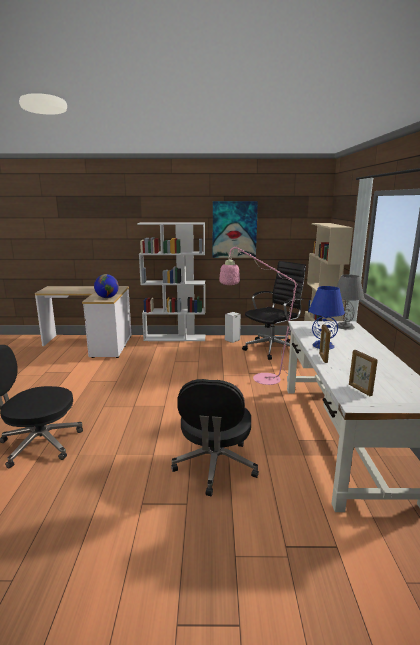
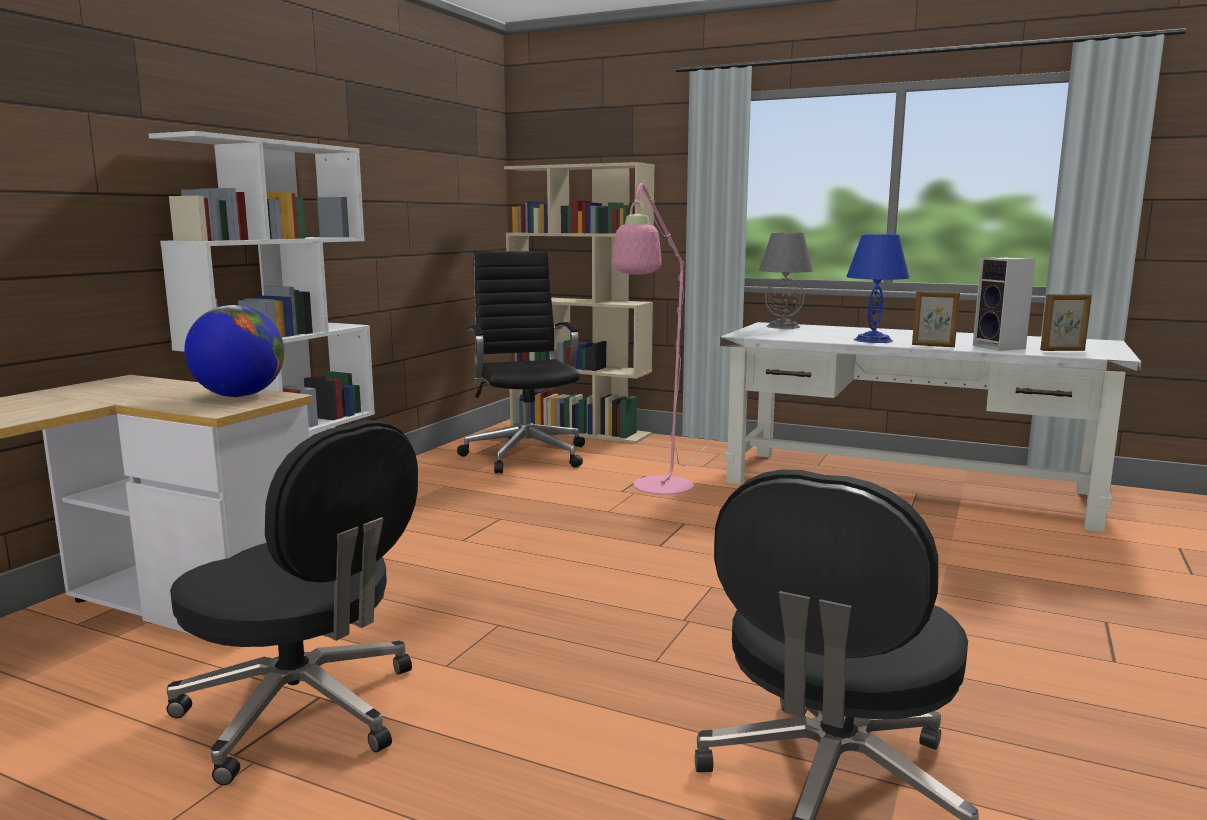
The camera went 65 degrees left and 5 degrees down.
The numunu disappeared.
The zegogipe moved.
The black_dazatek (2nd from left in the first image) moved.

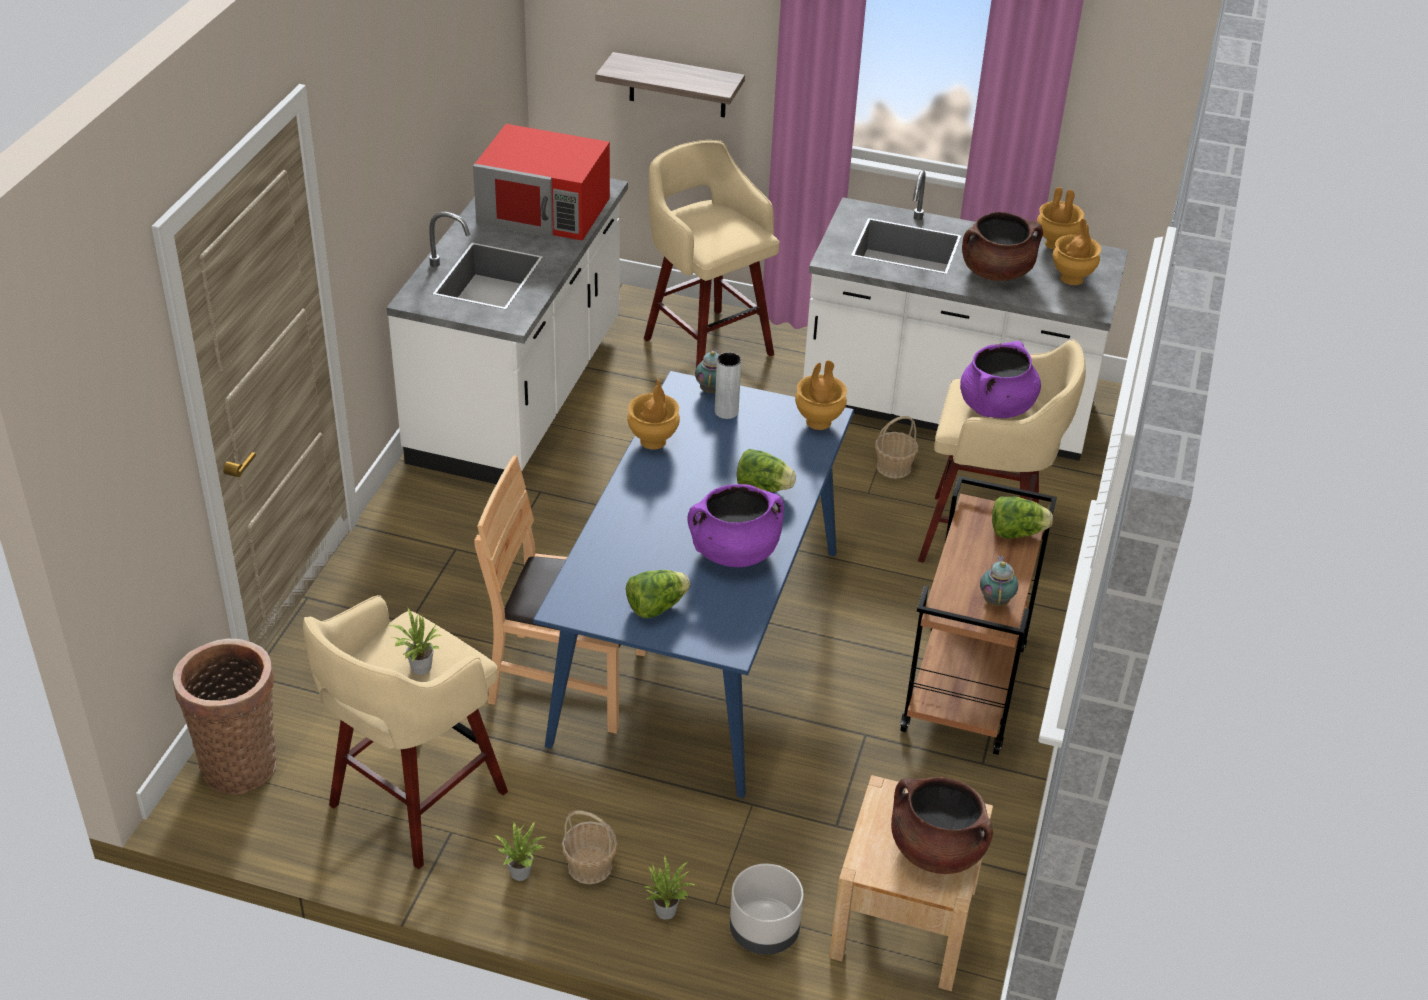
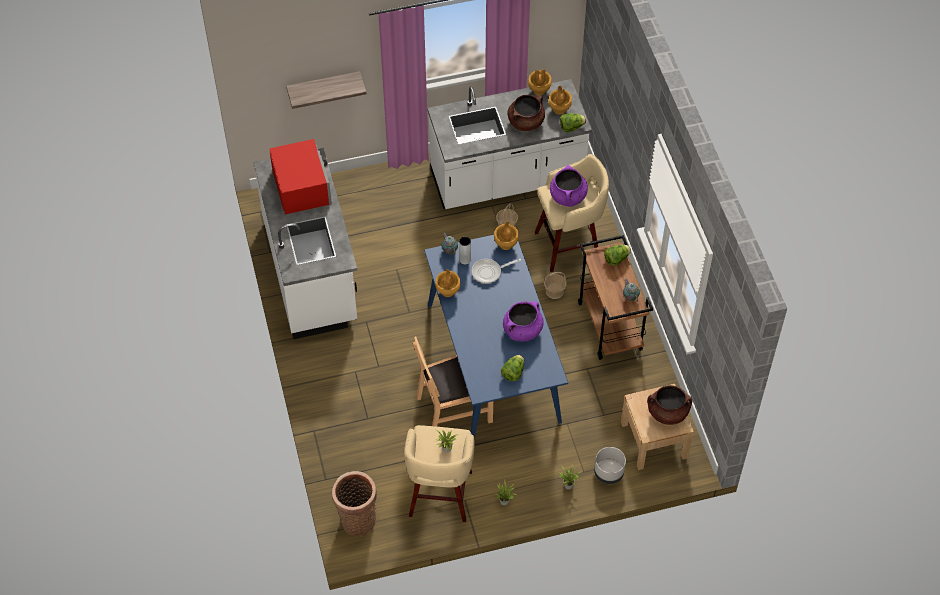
The camera went 30 degrees left and 15 degrees up.
The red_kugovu turned 90 degrees counterclockwise.
The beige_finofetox (2nd from left) disappeared.
The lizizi (2nd from left) moved.
The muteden (2nd from left in the first image) moved.
The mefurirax appeared.

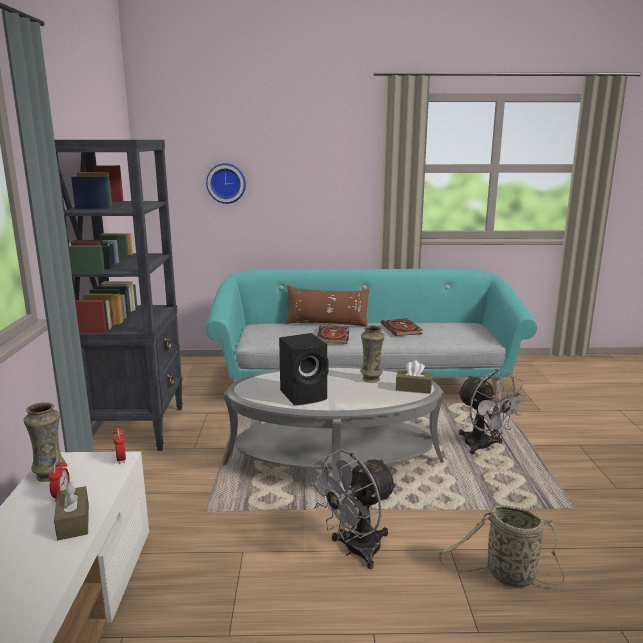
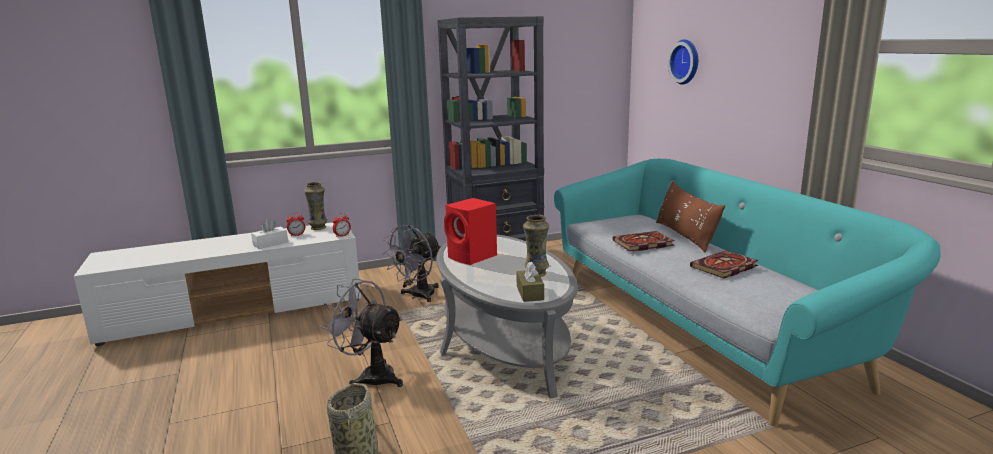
The camera went 70 degrees right and 0 degrees up.
The black_zegogipe became the red_zegogipe.
The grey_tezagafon (2nd from left) moved.
The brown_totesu (1st from left) became the white_totesu.

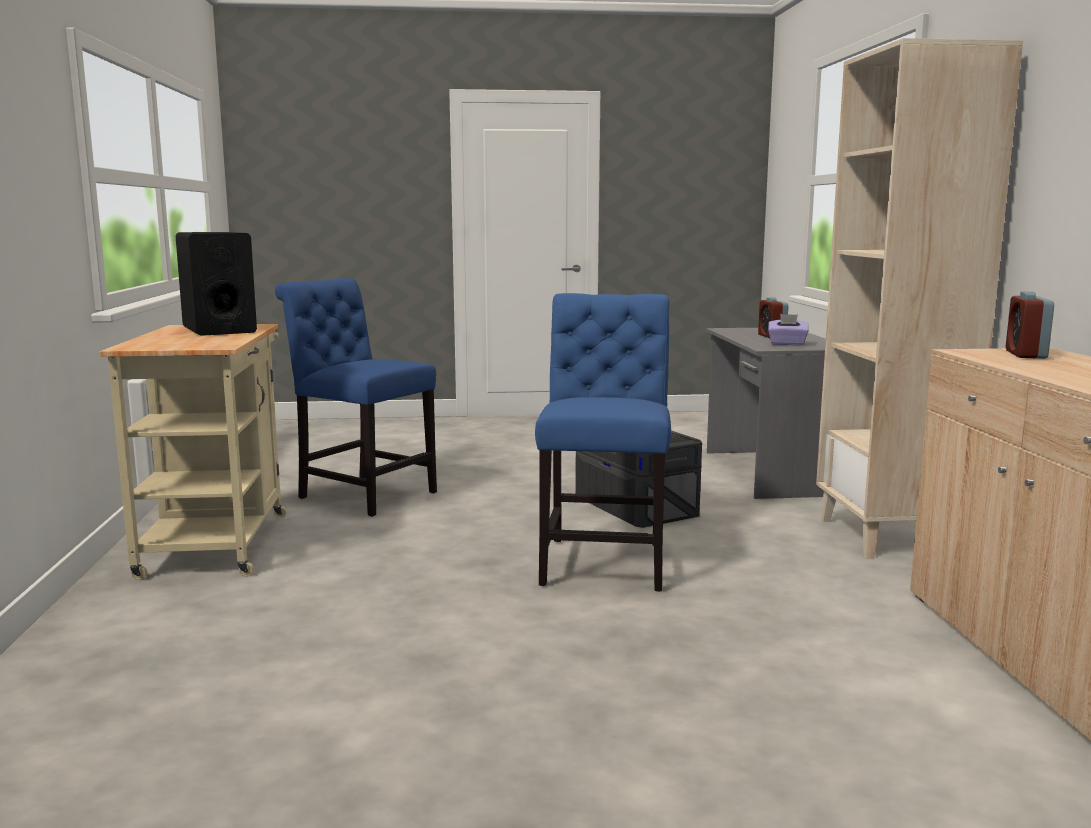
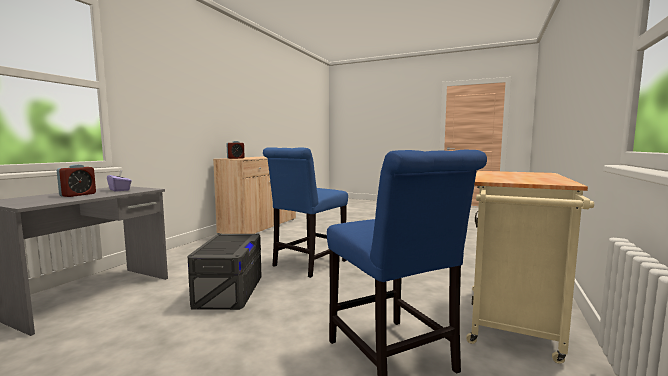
The camera went 150 degrees left and 5 degrees down.
The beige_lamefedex disappeared.
The black_zegogipe disappeared.

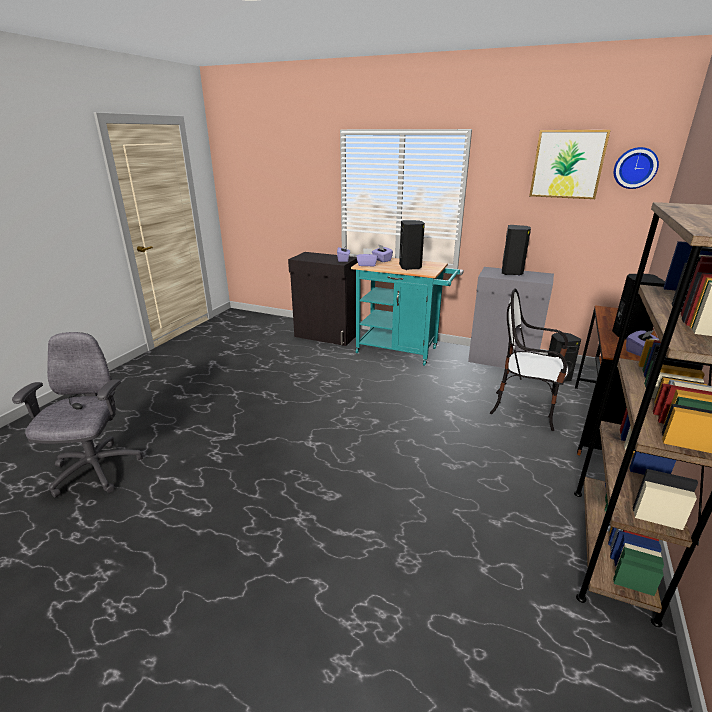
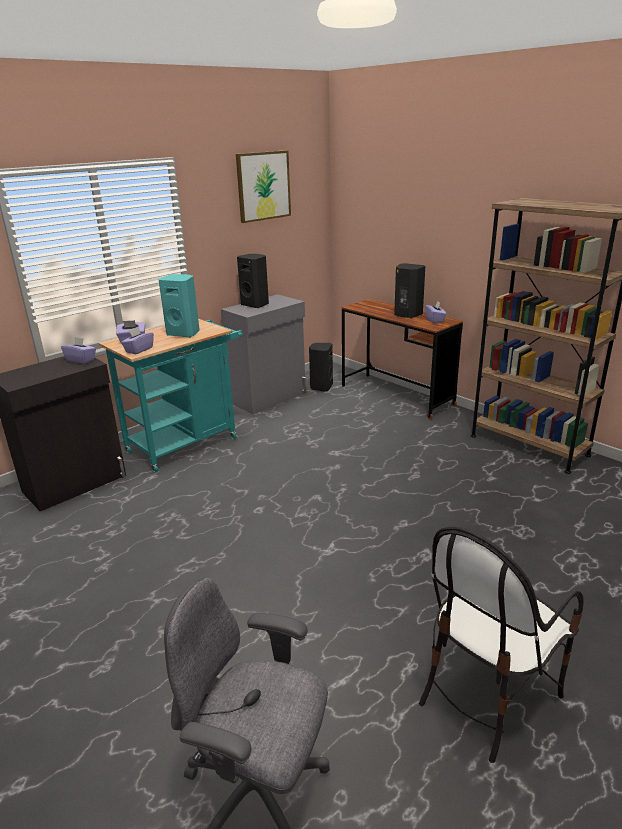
The camera went 65 degrees left and 0 degrees up.
The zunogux disappeared.
The black_zegogipe (1st from left) became the turquoise_zegogipe.
The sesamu moved.

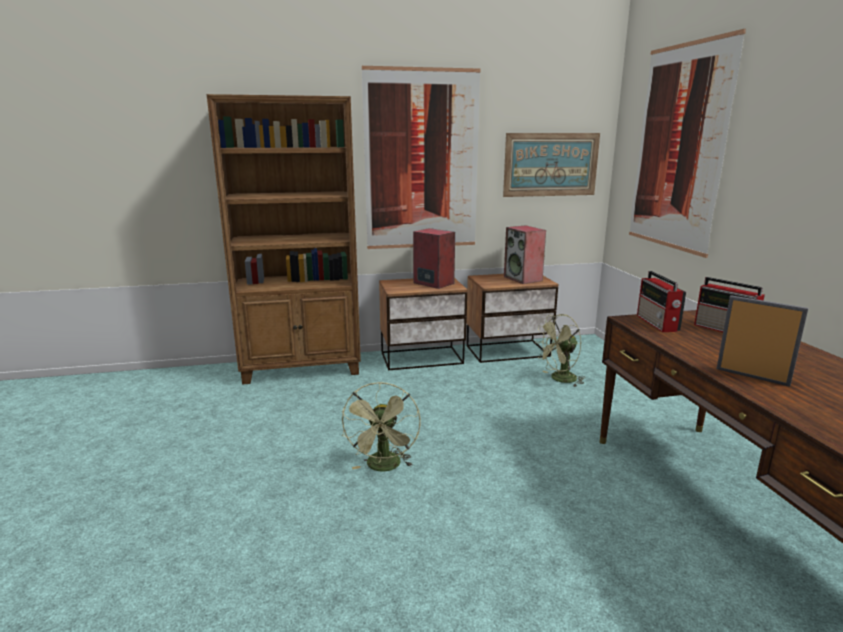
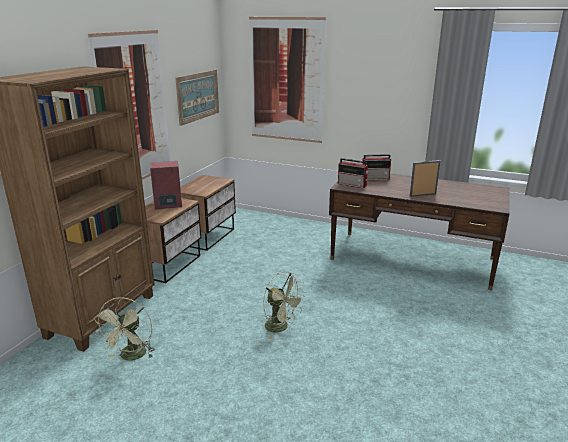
The camera went 55 degrees left and 5 degrees up.
The zegogipe (2nd from left) disappeared.
The green_tezagafon (2nd from left in the first image) moved.

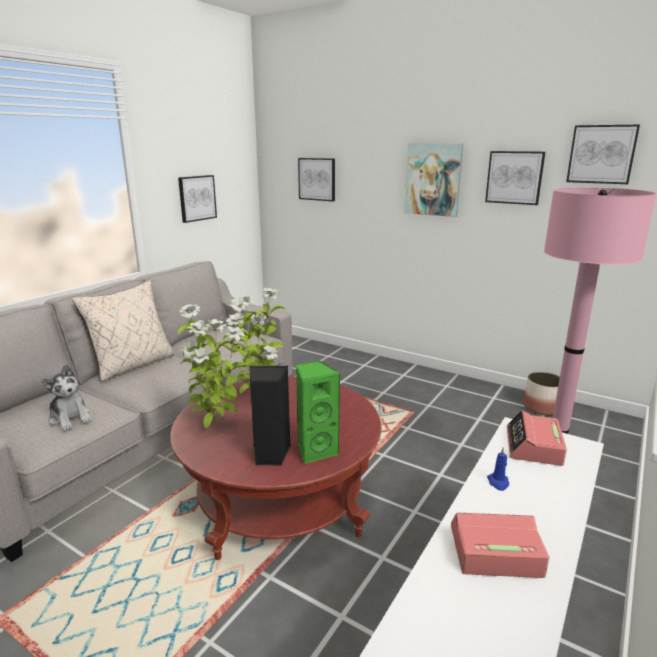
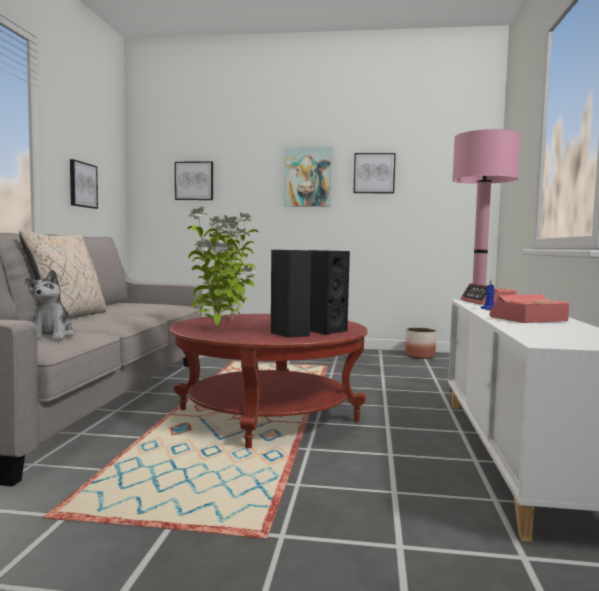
The camera went 25 degrees left and 15 degrees down.
The numunu (5th from left) disappeared.
The green_zegogipe became the black_zegogipe (2nd from left).
The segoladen turned 60 degrees clockwise.

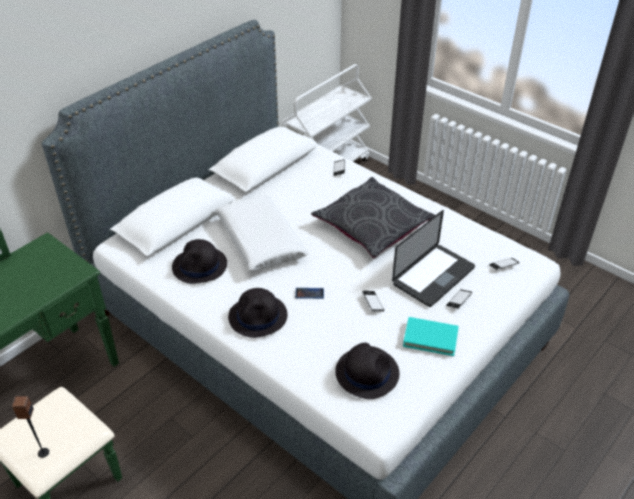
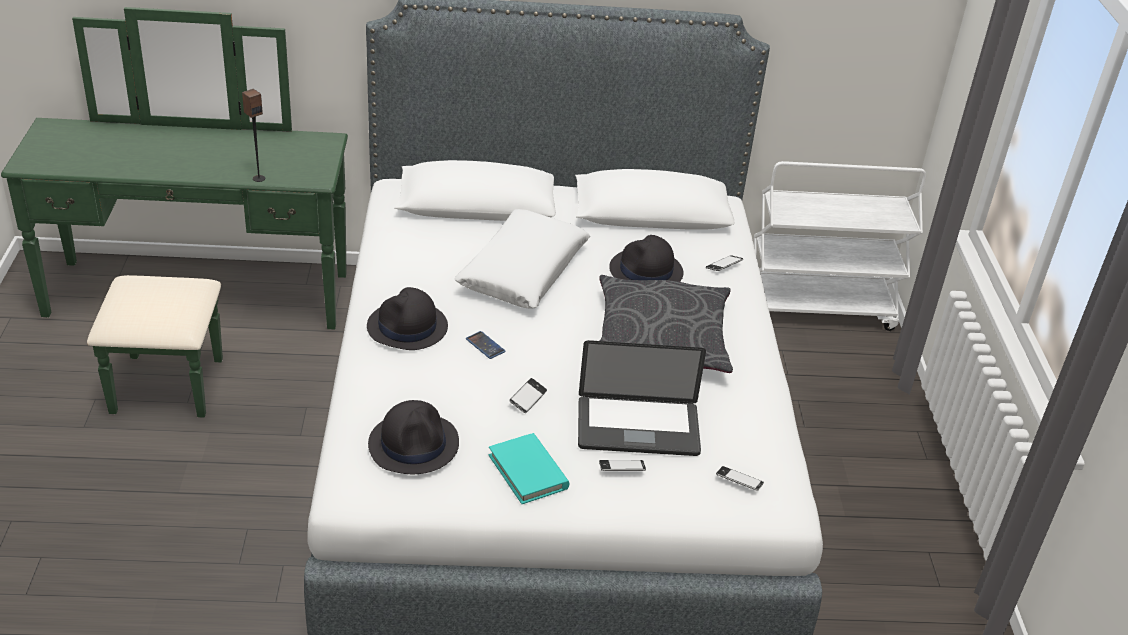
The camera went 45 degrees right and 5 degrees down.
The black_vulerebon (1st from left in the first image) moved.
The zegogipe moved.

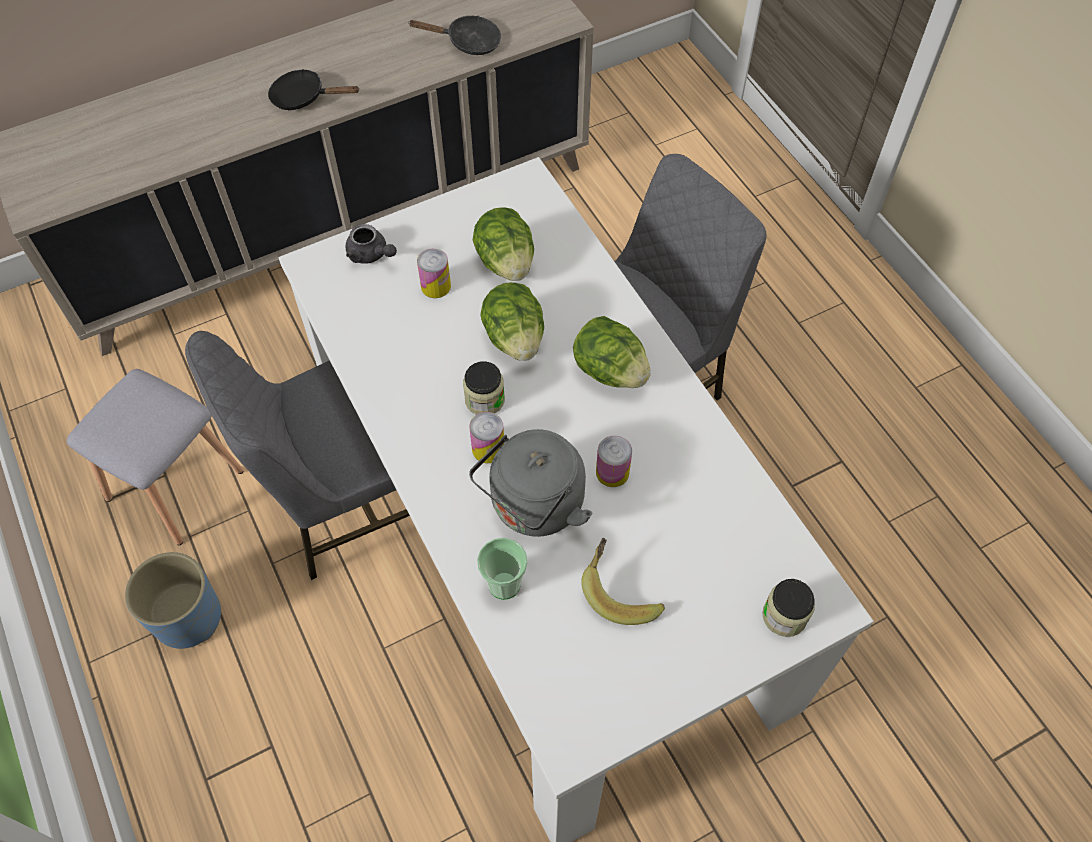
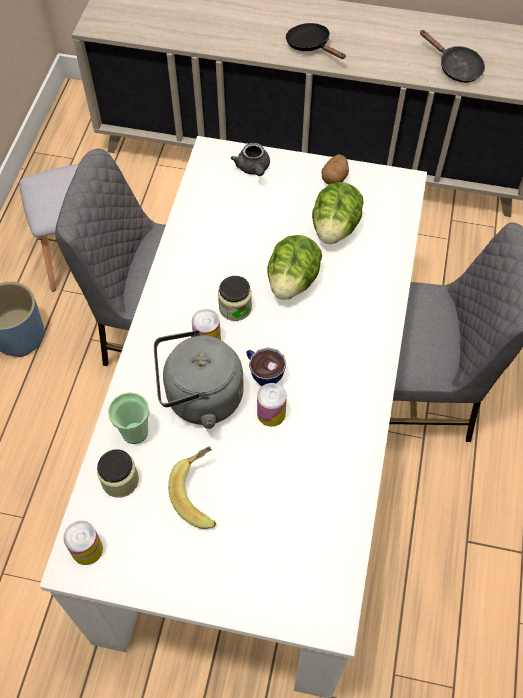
The camera went 40 degrees right and 0 degrees up.
The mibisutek (1st from left) moved.
The lizizi (3rd from left) disappeared.
The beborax (2nd from left in the first image) moved.
The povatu appeared.
The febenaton (2nd from left) appeared.

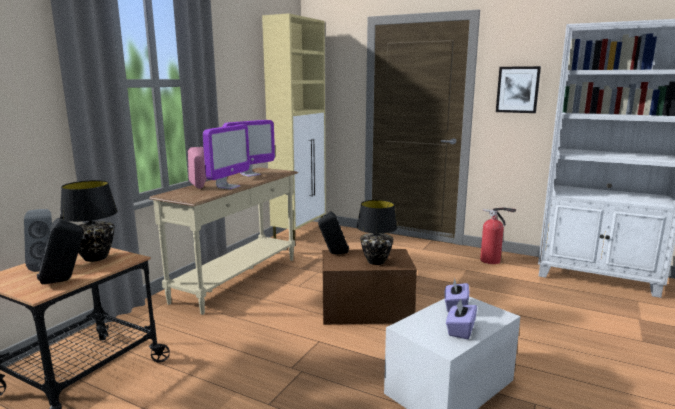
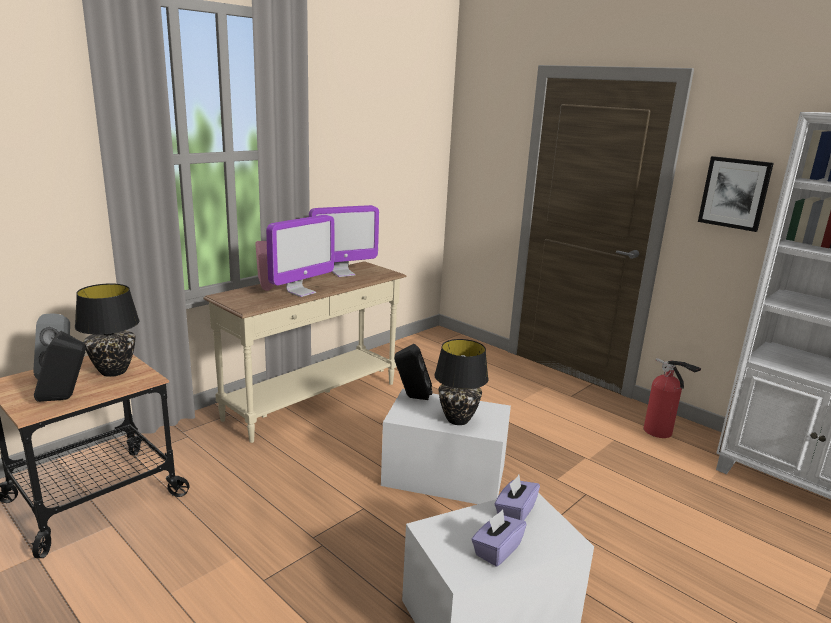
The camera went 15 degrees right and 5 degrees up.
The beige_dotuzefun disappeared.
The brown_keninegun became the white_keninegun (1st from left).

